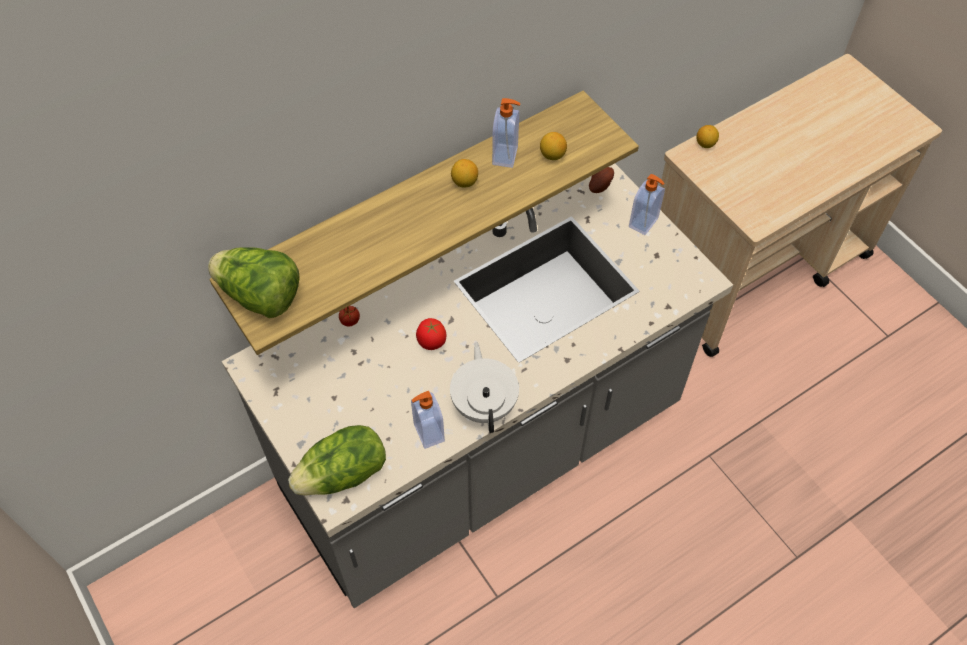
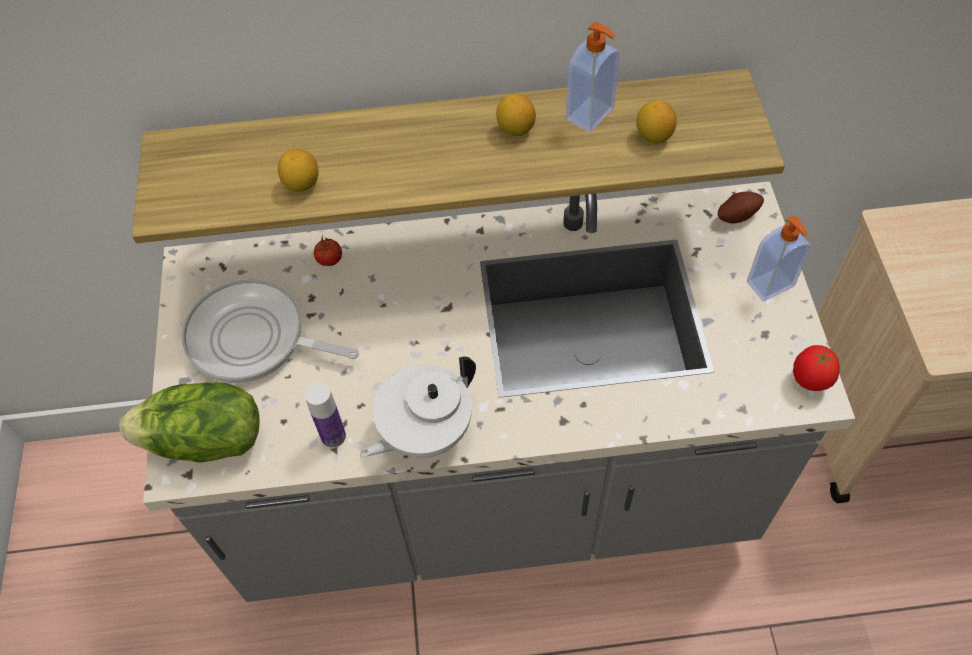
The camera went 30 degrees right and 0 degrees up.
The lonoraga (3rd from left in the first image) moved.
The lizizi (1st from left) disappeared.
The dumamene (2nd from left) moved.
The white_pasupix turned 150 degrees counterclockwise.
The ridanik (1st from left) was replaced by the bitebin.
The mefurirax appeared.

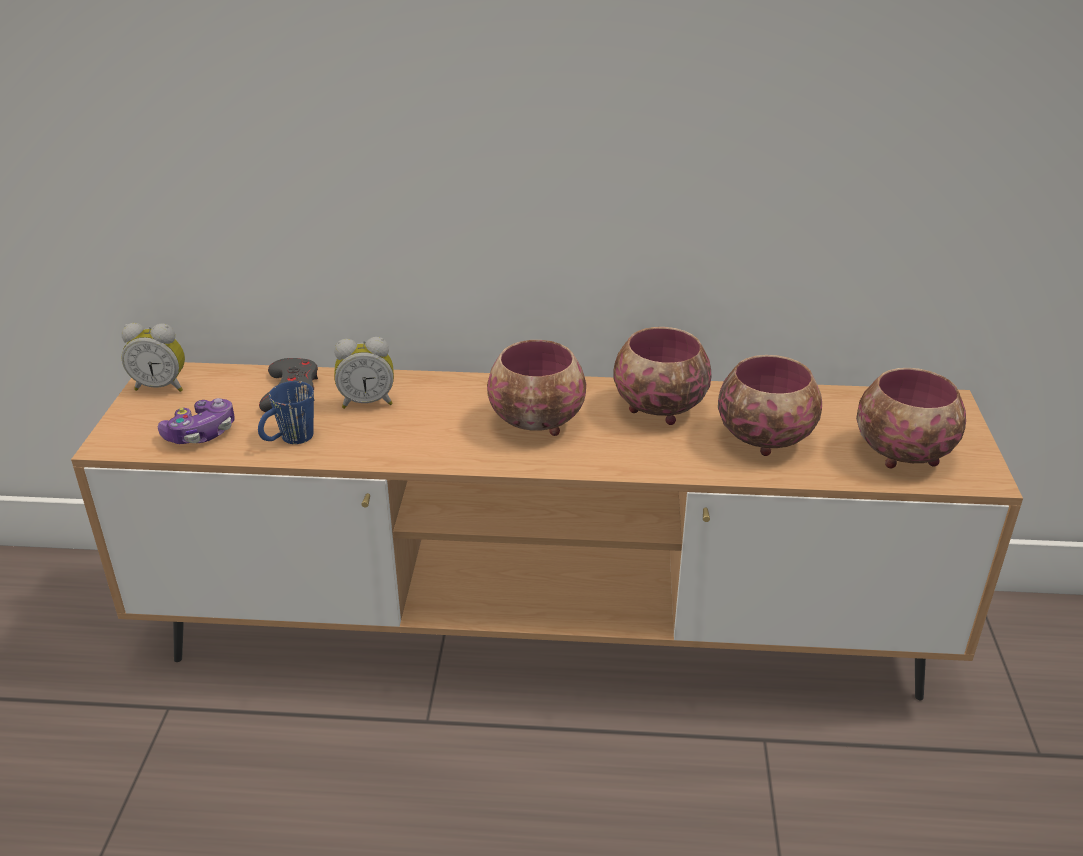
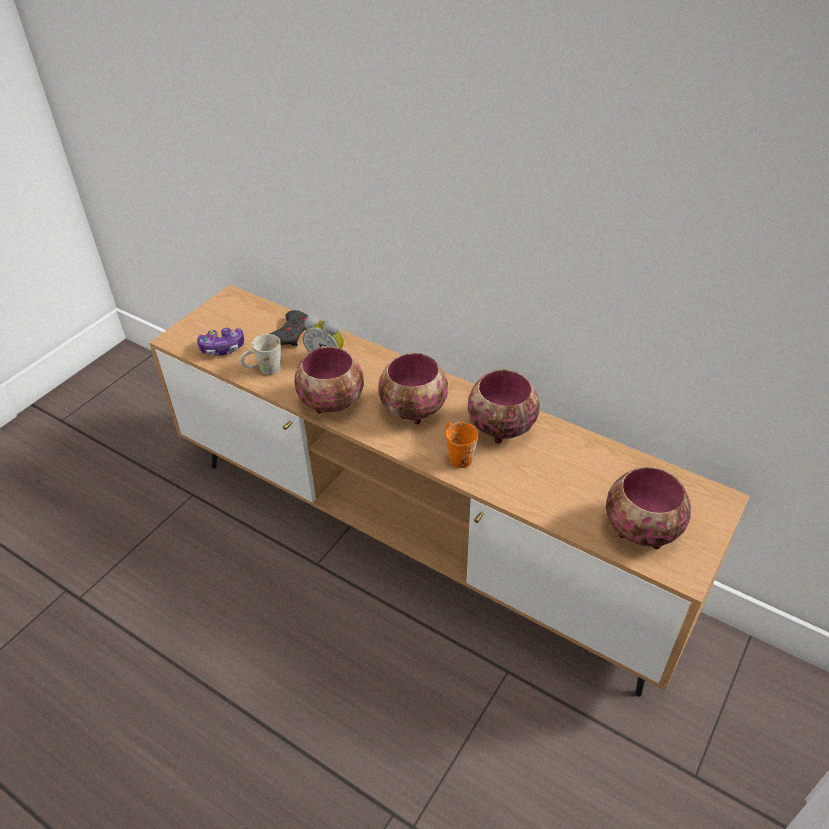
The camera went 30 degrees right and 10 degrees up.
The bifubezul (1st from left) disappeared.
The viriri (3rd from left in the first image) moved.
The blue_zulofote became the white_zulofote.
The orange_zulofote appeared.

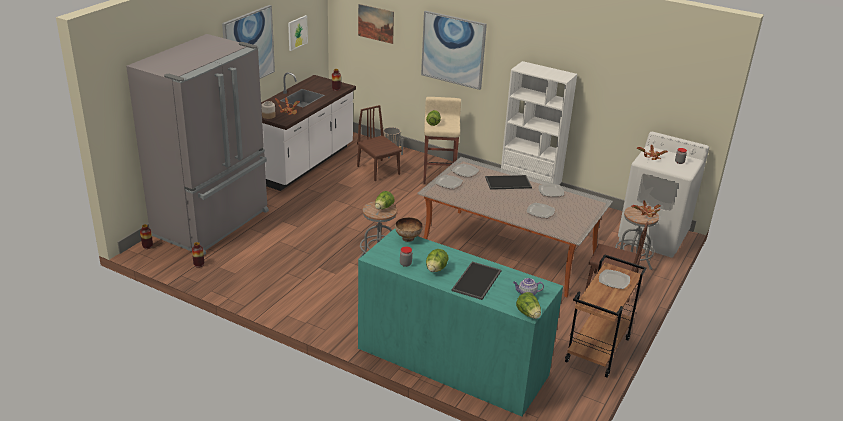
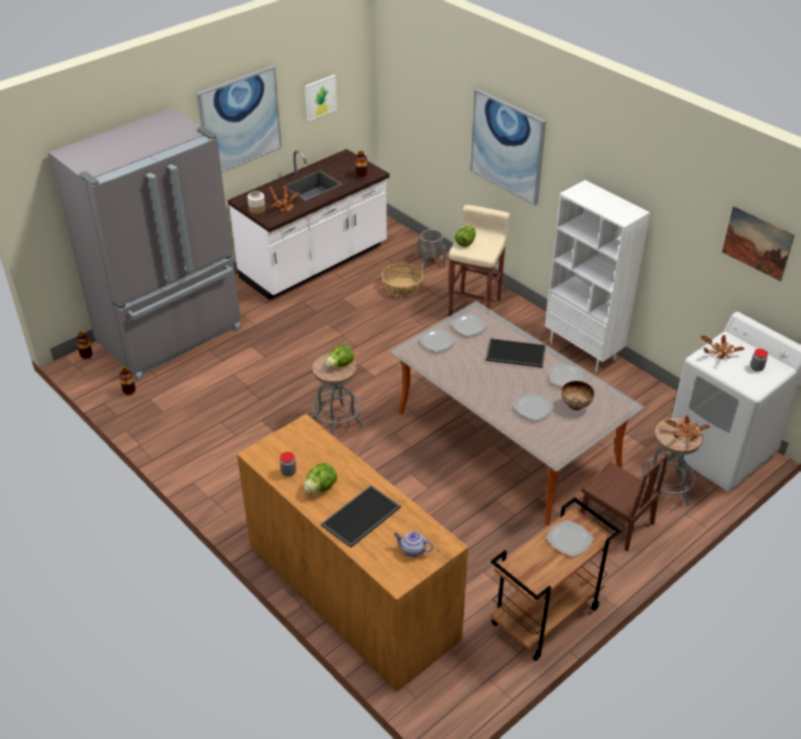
The camera went 20 degrees right and 10 degrees up.
The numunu (3rd from left in the first image) moved.
The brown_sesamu (1st from left) was replaced by the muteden.
The viriri moved.
The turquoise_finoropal became the brown_finoropal.
The lizizi (4th from left) disappeared.

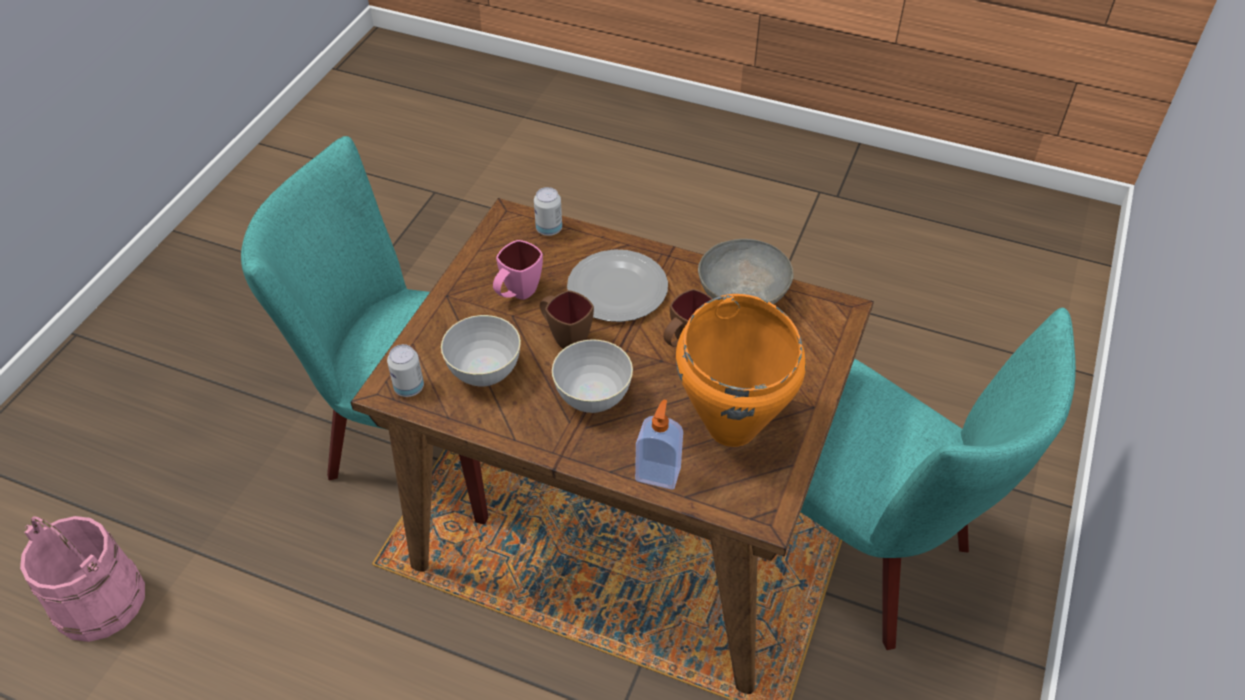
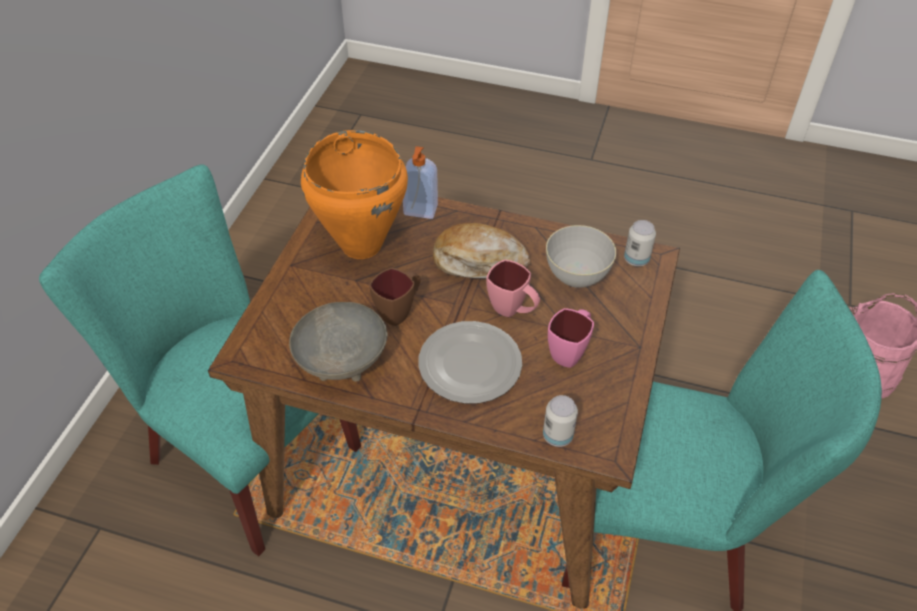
The camera went 175 degrees right and 0 degrees up.
The brown_zulofote (1st from left) became the pink_zulofote (1st from left).
The grey_viriri (2nd from left) was replaced by the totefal.

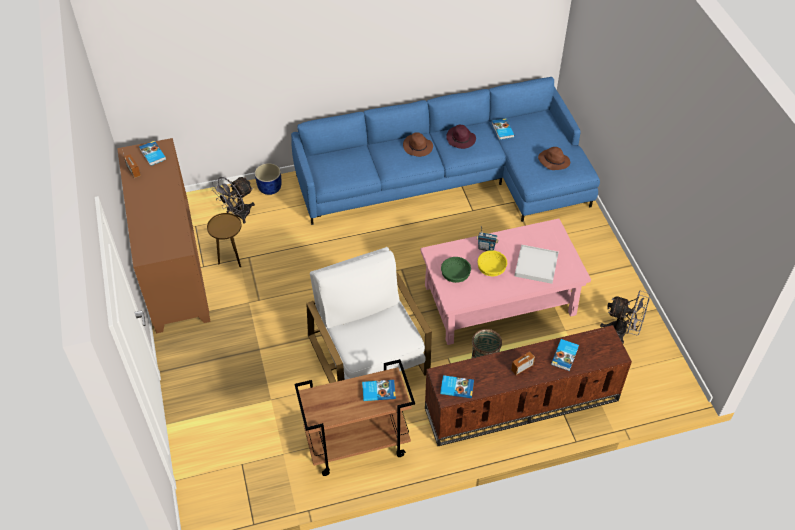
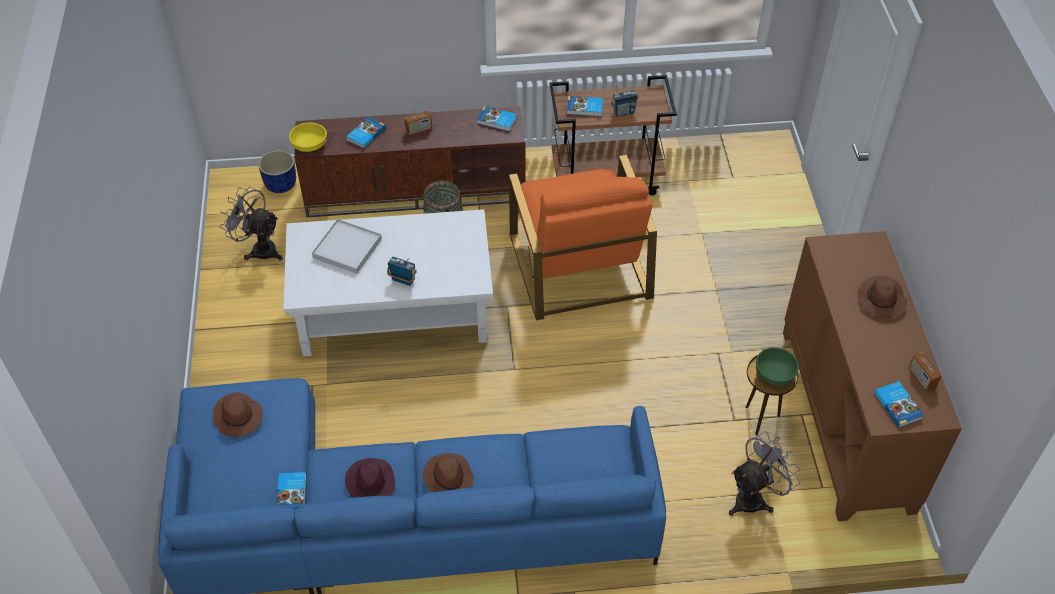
The camera went 170 degrees left and 0 degrees up.
The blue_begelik moved.
The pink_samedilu became the white_samedilu.
The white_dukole became the orange_dukole.
The yellow_viriri moved.
The green_viriri moved.
The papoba (3rd from left) appeared.
The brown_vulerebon (3rd from left) appeared.

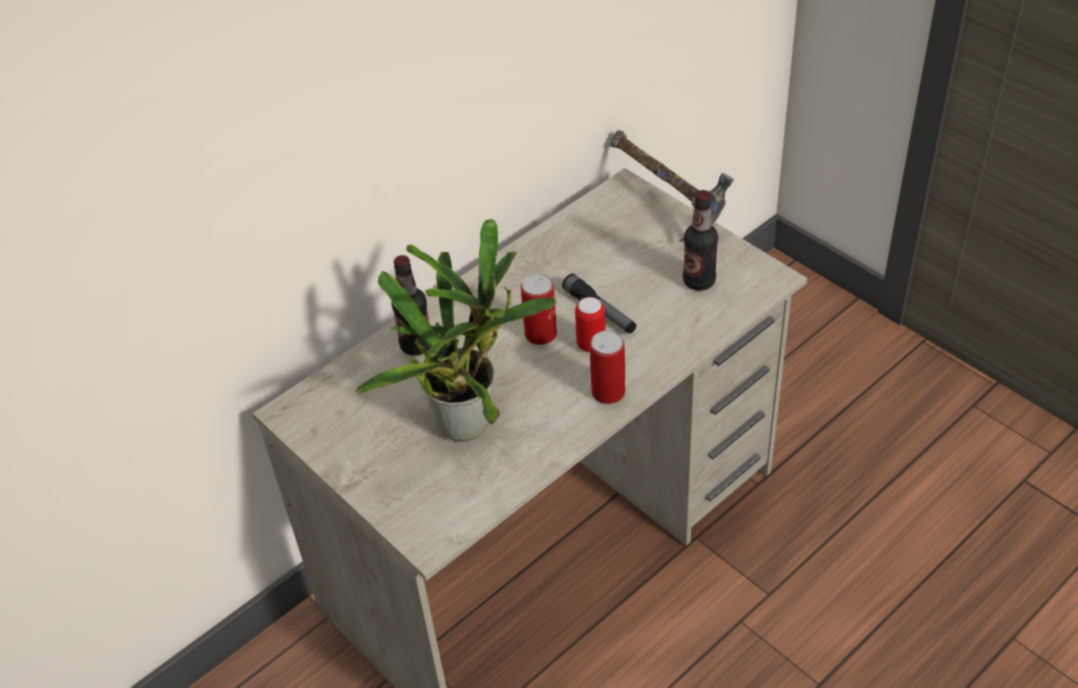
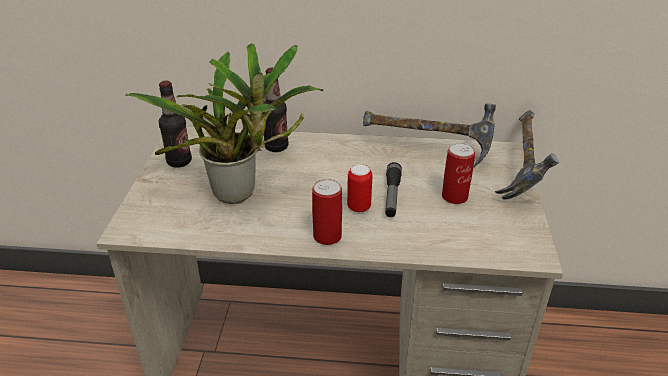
The camera went 45 degrees right and 10 degrees down.
The bitebin (2nd from left in the first image) moved.
The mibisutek (1st from left in the first image) moved.
The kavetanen (1st from left) appeared.

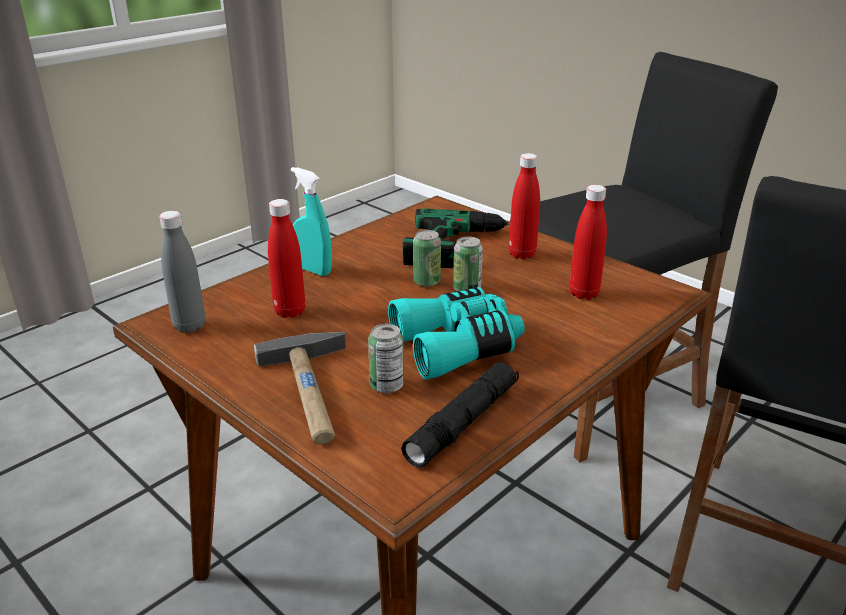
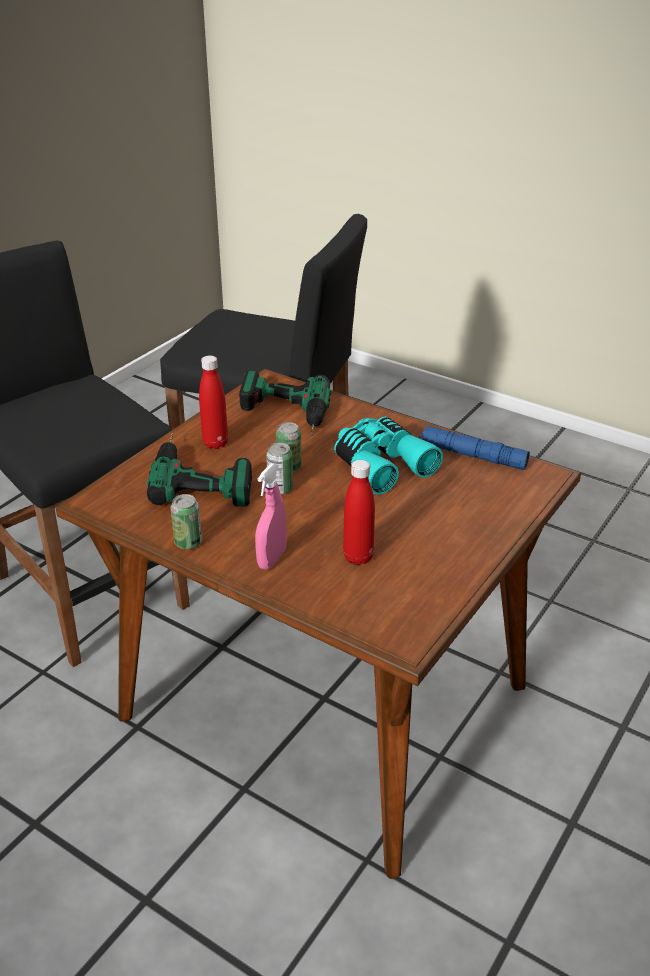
The camera went 100 degrees left and 5 degrees up.
The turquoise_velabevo became the pink_velabevo.
The red_bitebin (3rd from left) was replaced by the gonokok (2nd from left).
The grey_bitebin disappeared.
The mibisutek (1st from left) moved.
The kavetanen disappeared.
The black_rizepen became the blue_rizepen.

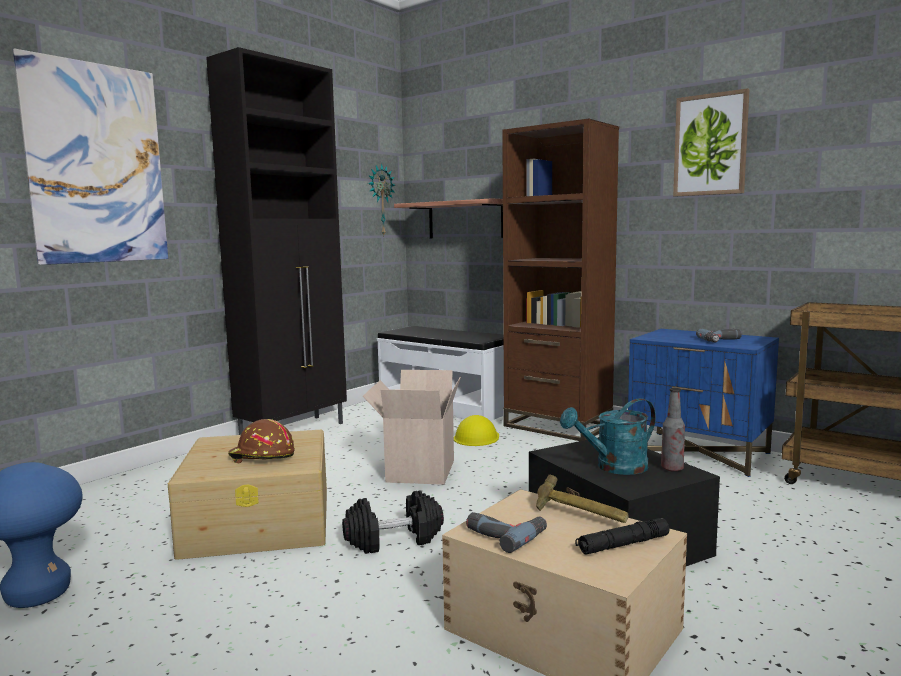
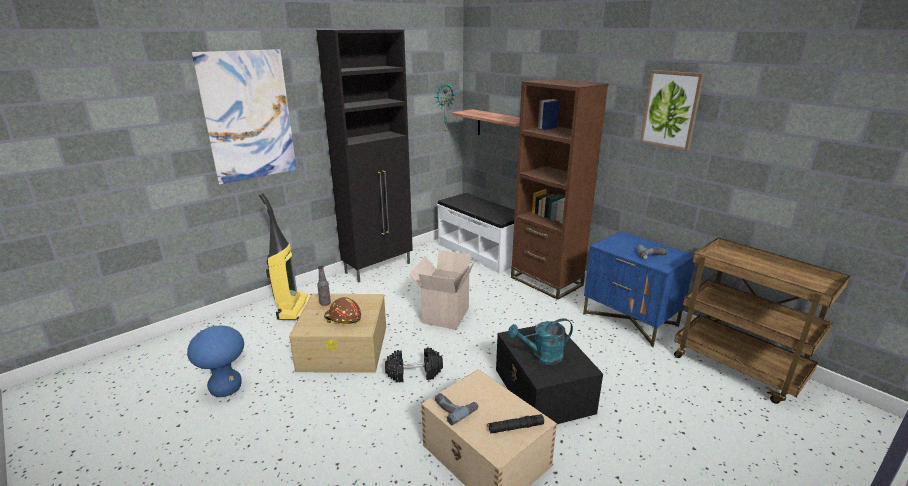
The camera went 10 degrees right and 15 degrees up.
The bitebin moved.
The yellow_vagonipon disappeared.
The kavetanen disappeared.
The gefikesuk appeared.

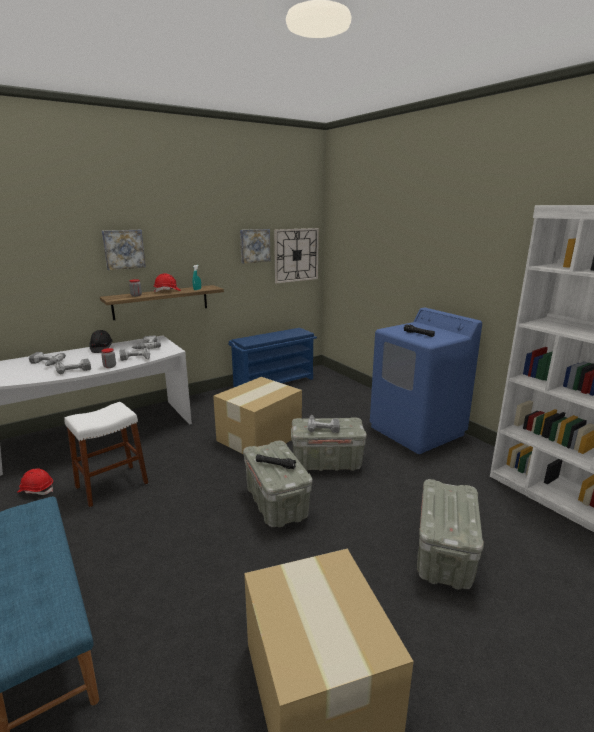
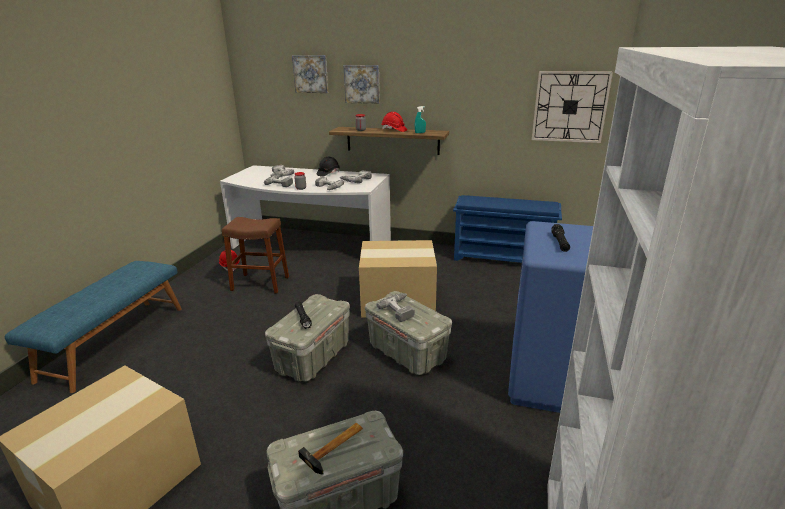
The camera went 50 degrees right and 5 degrees up.
The numunu (2nd from left in the first image) moved.
The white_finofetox became the brown_finofetox.
The kavetanen appeared.

